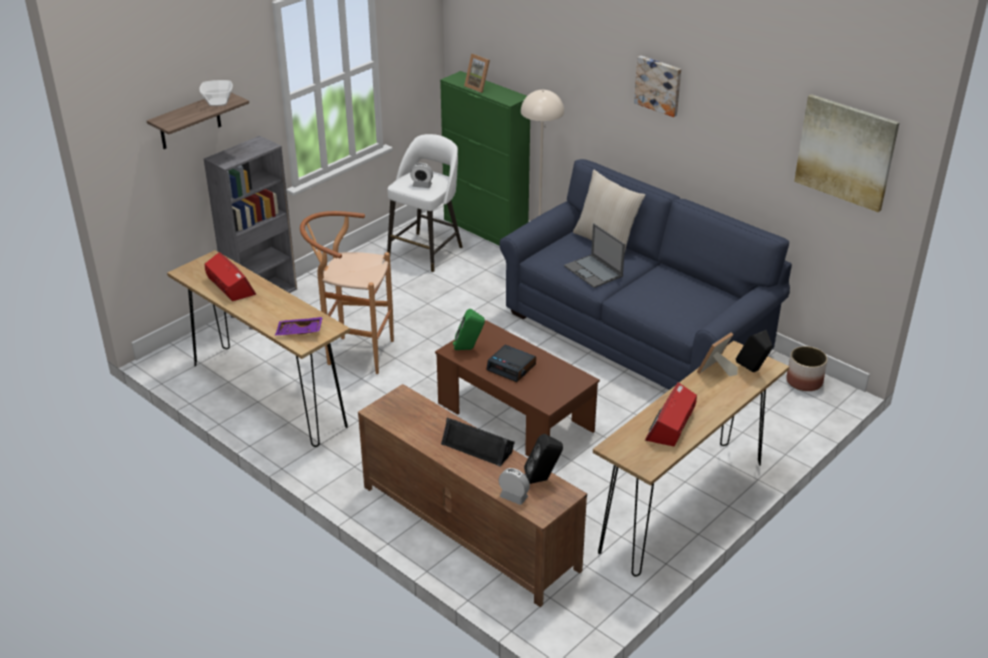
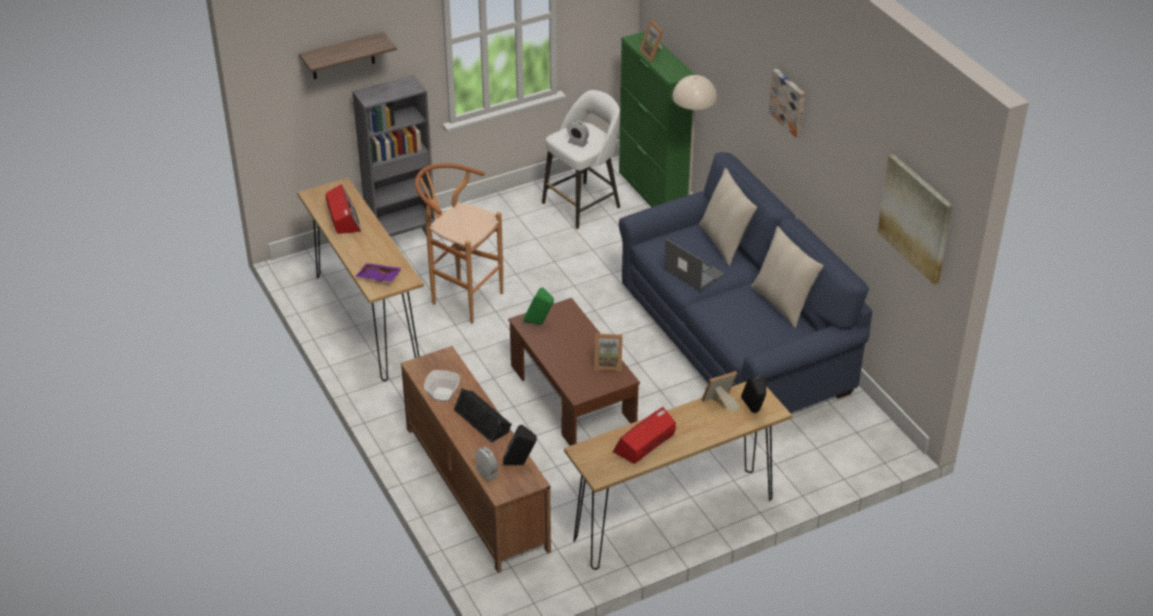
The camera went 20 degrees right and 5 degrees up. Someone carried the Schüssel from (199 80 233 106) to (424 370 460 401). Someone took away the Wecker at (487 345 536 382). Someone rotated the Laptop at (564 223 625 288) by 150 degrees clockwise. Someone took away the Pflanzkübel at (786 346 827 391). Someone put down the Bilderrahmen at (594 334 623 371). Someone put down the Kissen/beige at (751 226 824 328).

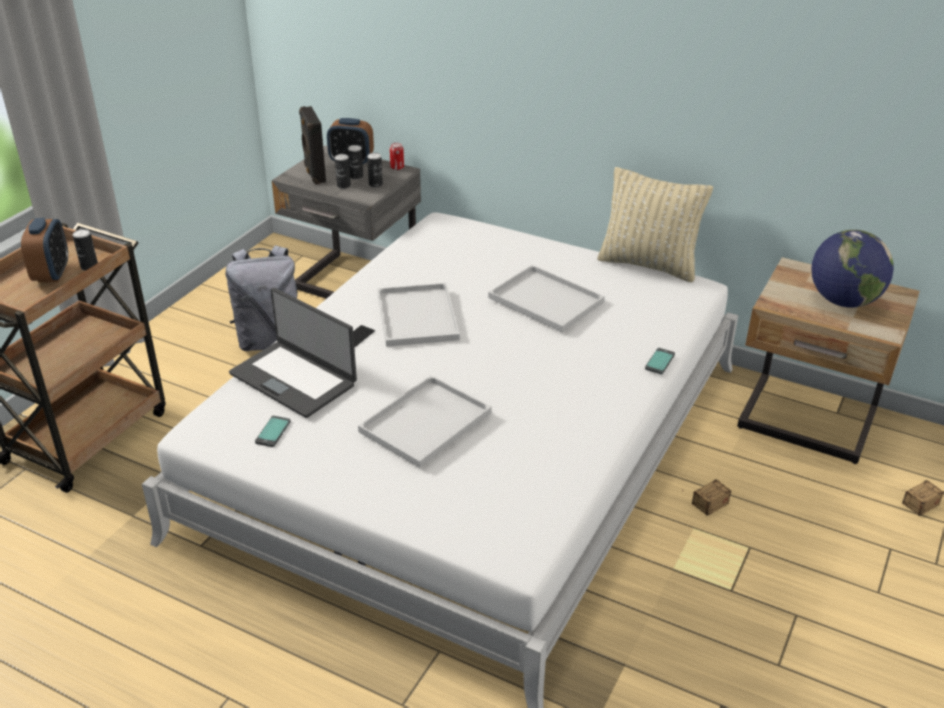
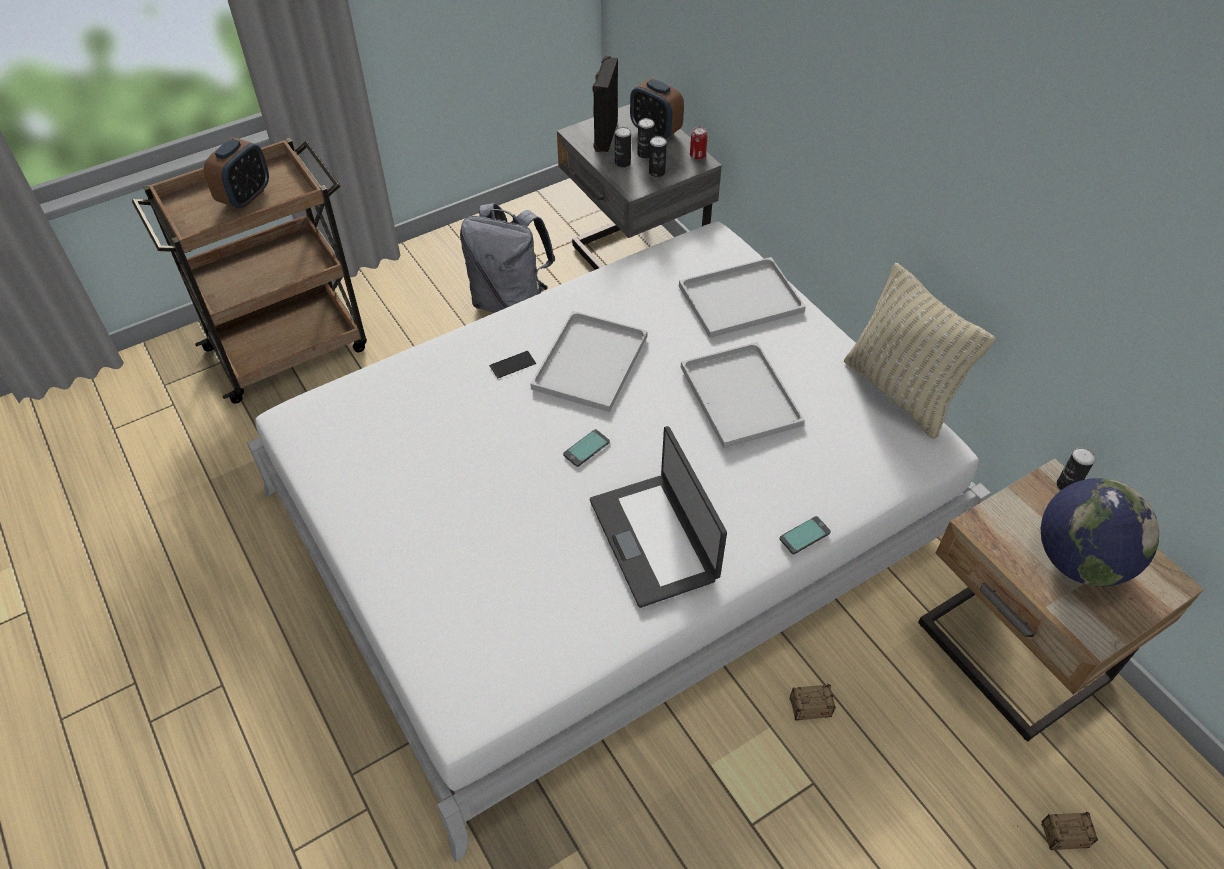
The camera went 30 degrees right and 15 degrees up. Someone carried the Dose from (73 229 98 271) to (1057 448 1095 490). Someone carried the Laptop from (229 288 357 418) to (590 426 727 608). Someone carried the Handy from (255 416 291 447) to (563 429 610 467). Someone carried the Tablett/weiß from (358 375 492 468) to (679 257 806 338).

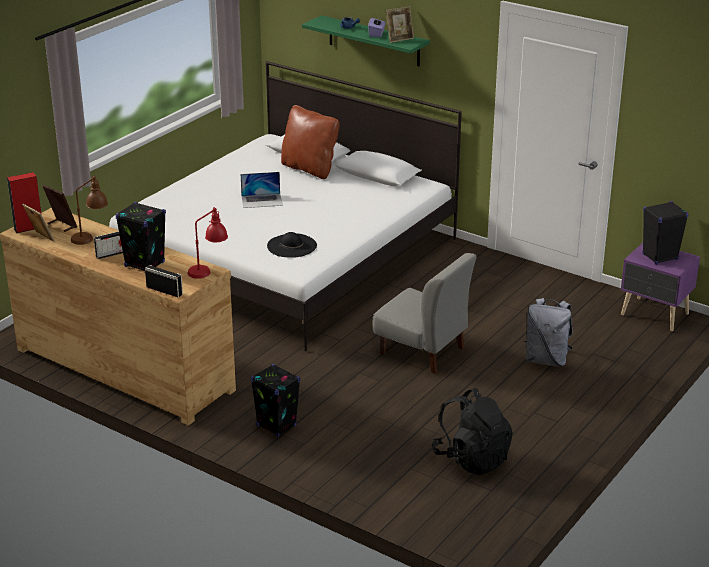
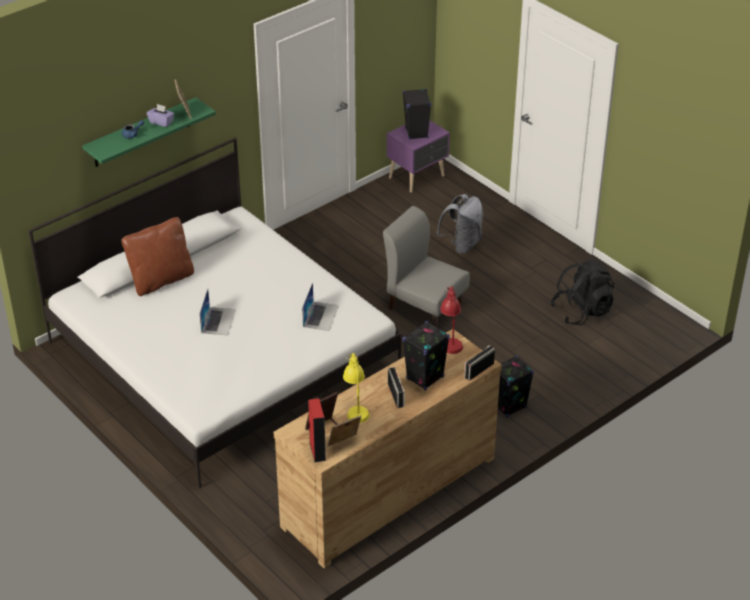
The camera went 75 degrees left and 10 degrees up. Someone repainted the Tischlampe/braun at (71 175 108 245), which became the Tischlampe/gelb at (343 353 369 423). Someone swapped the Hut/schwarz at (267 232 317 258) for the Laptop at (302 283 339 331). Someone rotated the Stuhl/grau at (373 253 477 374) by 105 degrees counterclockwise.

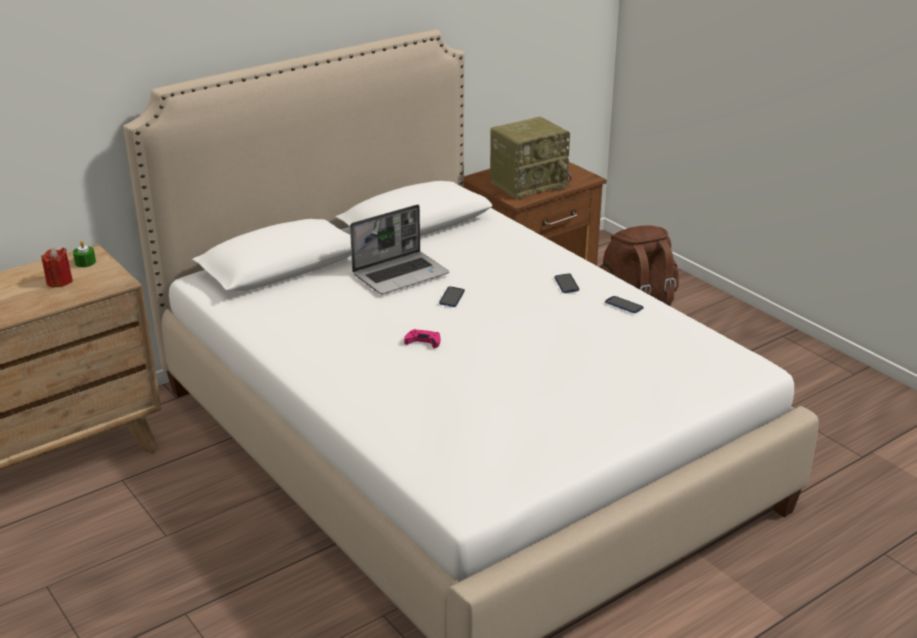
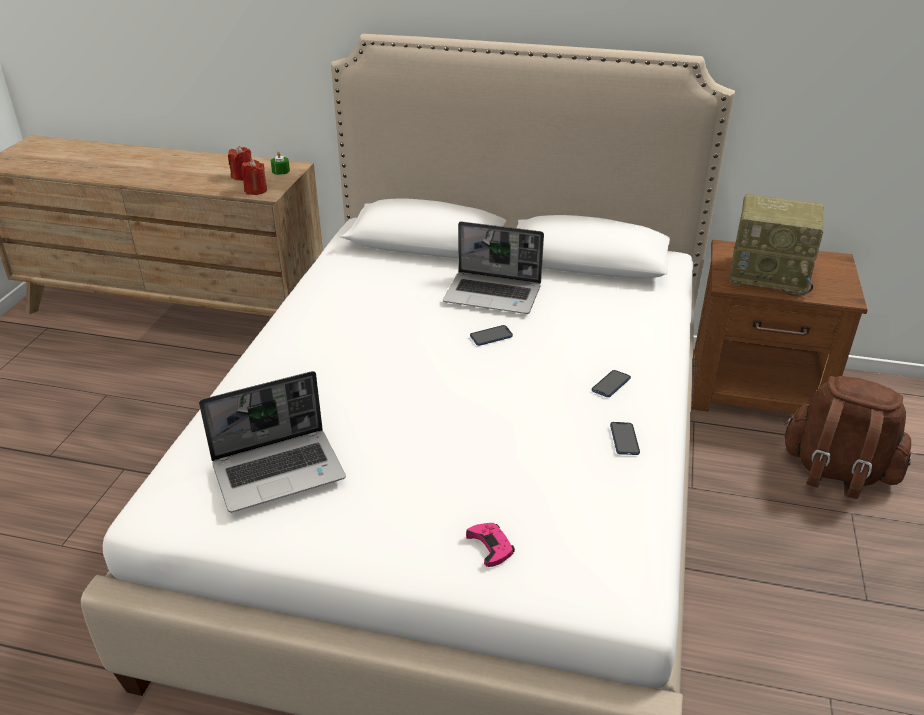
The camera went 50 degrees right and 5 degrees up. Someone carried the Gamepad/rosa from (404 329 440 348) to (466 523 515 567). Someone put down the Laptop at (199 371 346 512). Someone put down the Kerze/rot at (241 159 267 195).

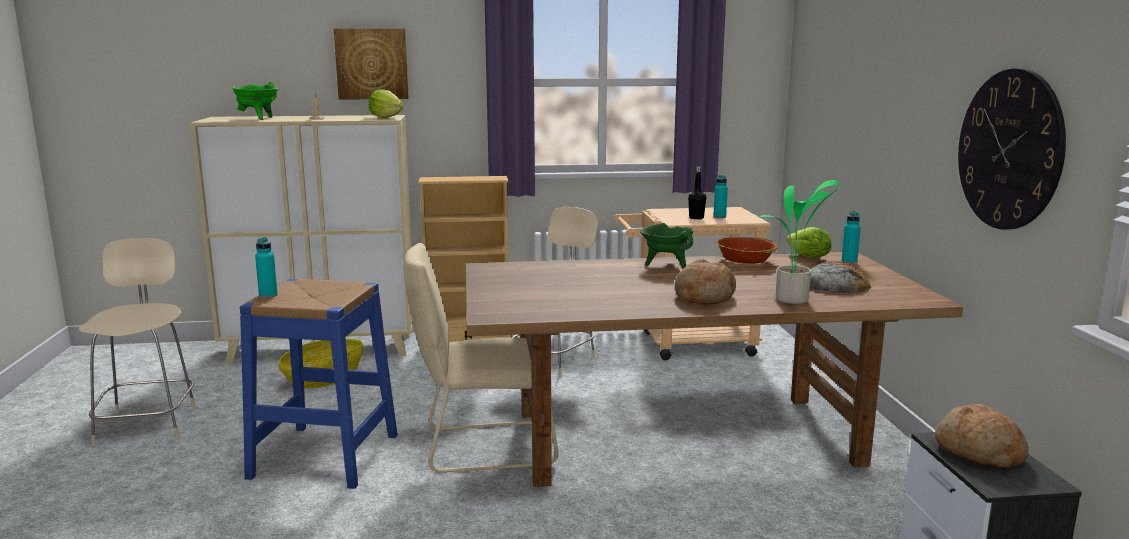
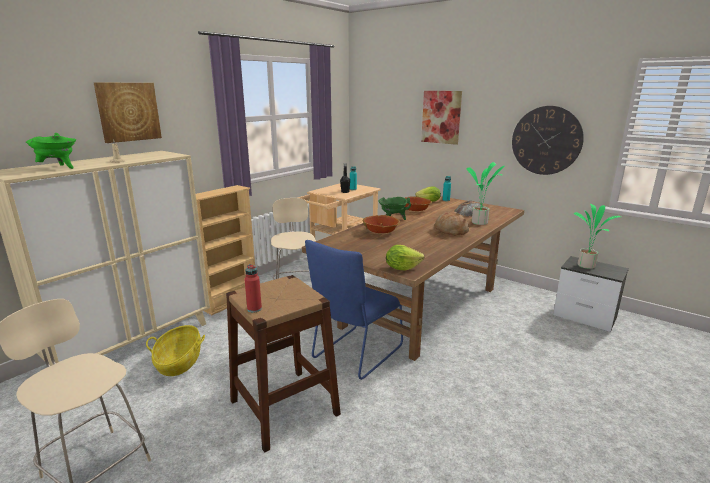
The camera went 45 degrees left and 5 degrees up. Someone repainted the Hocker/blau at (240 279 398 489), which became the Hocker/braun at (226 275 341 453). Someone repainted the Flasche/türkis at (255 237 278 298), which became the Flasche/rot at (244 264 262 313). Someone carried the Salatkopf from (368 89 404 118) to (386 245 424 271). Someone repainted the Stuhl/beige at (404 243 558 473), which became the Stuhl/blau at (305 240 403 380). Someone swapped the Brot at (935 404 1029 468) for the Topfpflanze at (574 203 621 269). Someone put down the Schüssel at (362 215 400 234). Someone put up the Bild at (421 91 462 145).

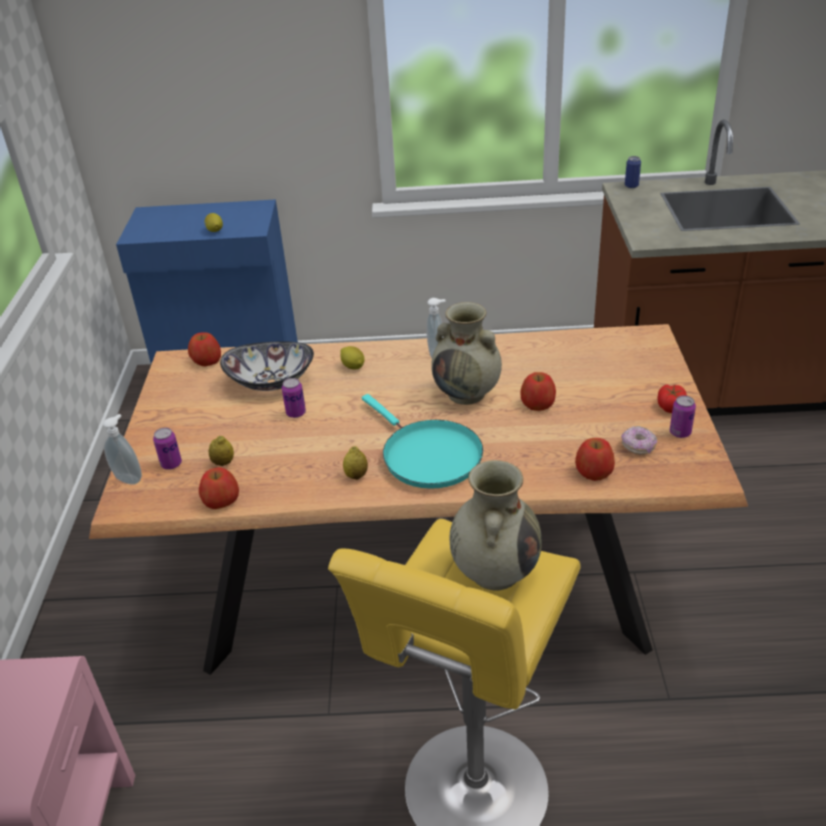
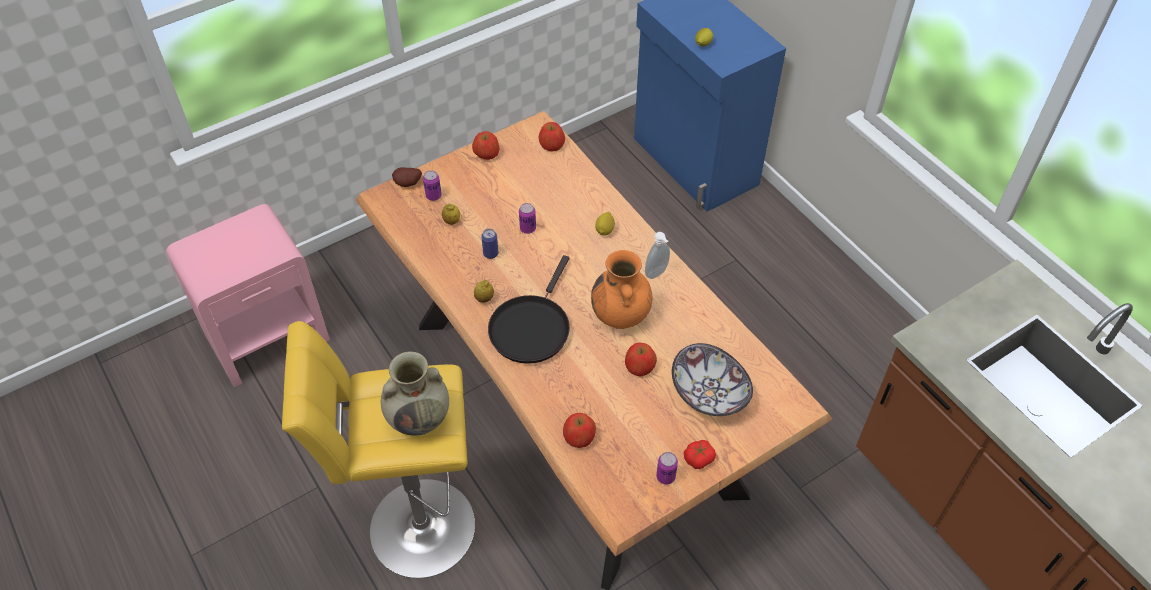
The camera went 55 degrees right and 15 degrees up. Someone swapped the Seifenspender at (103 414 142 485) for the Kartoffel at (392 167 422 187). Someone carried the Apfel from (199 467 239 509) to (472 131 500 160). Someone carried the Schüssel from (220 341 314 391) to (672 343 753 416). Someone repainted the Pfanne/türkis at (362 394 483 489), which became the Pfanne/schwarz at (488 255 570 364). Someone repainted the Vase/beige at (431 302 502 405), which became the Vase/orange at (591 250 652 329). Someone took away the Donut at (621 426 657 455). Someone carried the Dose from (625 156 641 188) to (481 228 498 259).

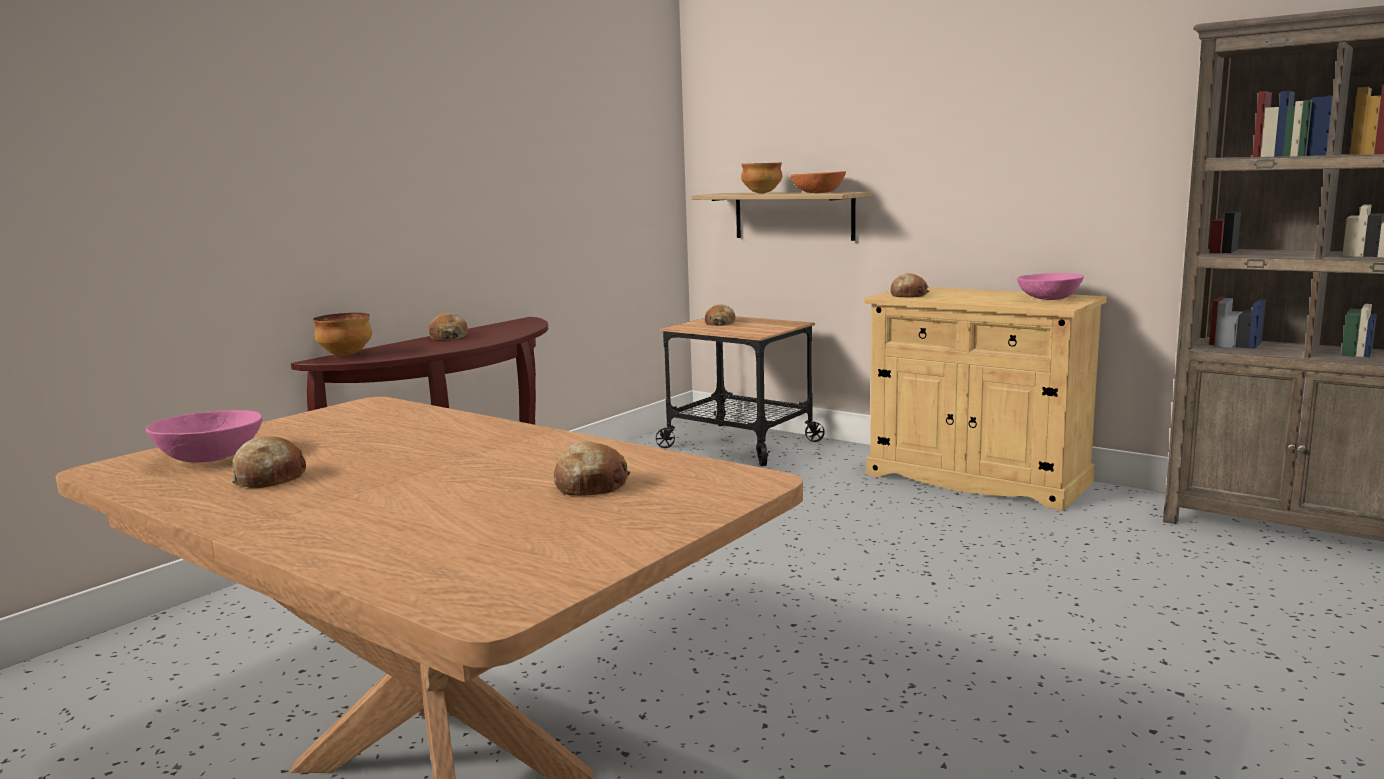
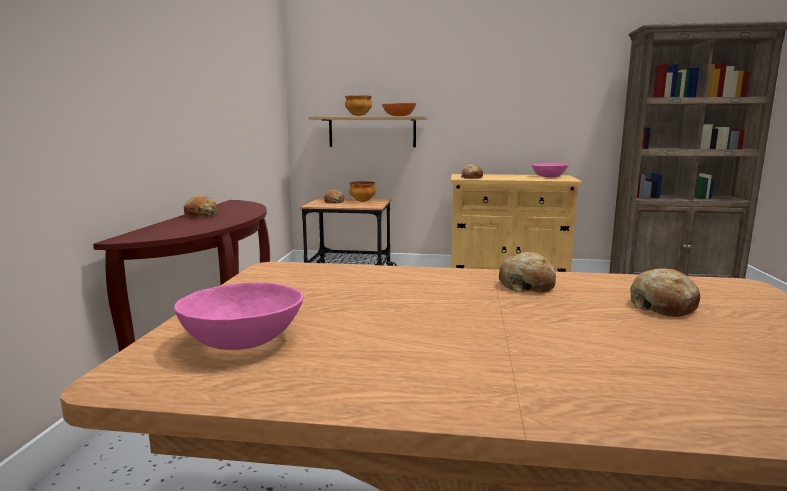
The camera went 30 degrees left and 0 degrees up. Someone carried the Brot from (231 437 306 488) to (499 252 556 293). Someone carried the Schüssel from (313 313 372 356) to (349 181 376 202).

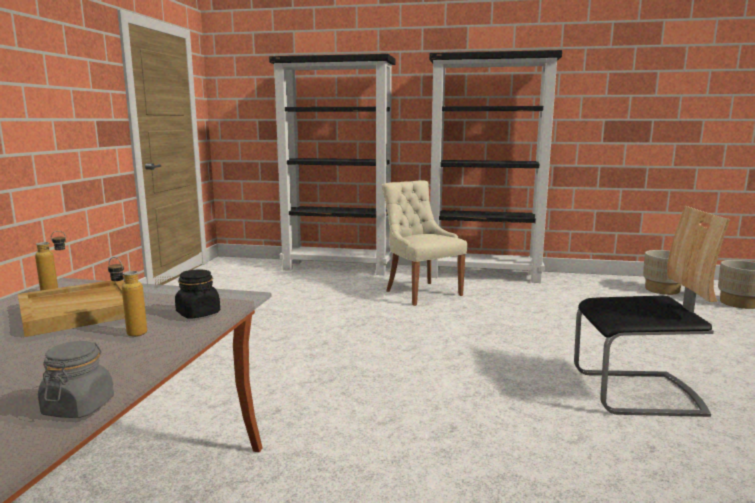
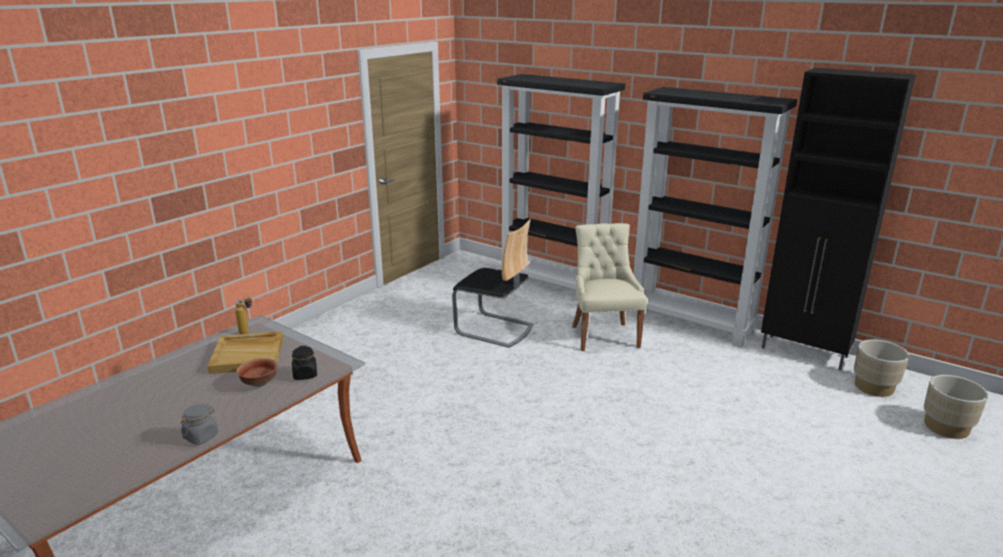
The camera went 25 degrees right and 10 degrees up. Someone swapped the Flasche at (108 257 147 336) for the Schüssel at (236 358 278 387). Someone carried the Stuhl from (574 206 730 417) to (452 219 533 348). Someone put down the Schrank/schwarz at (761 68 916 370).

